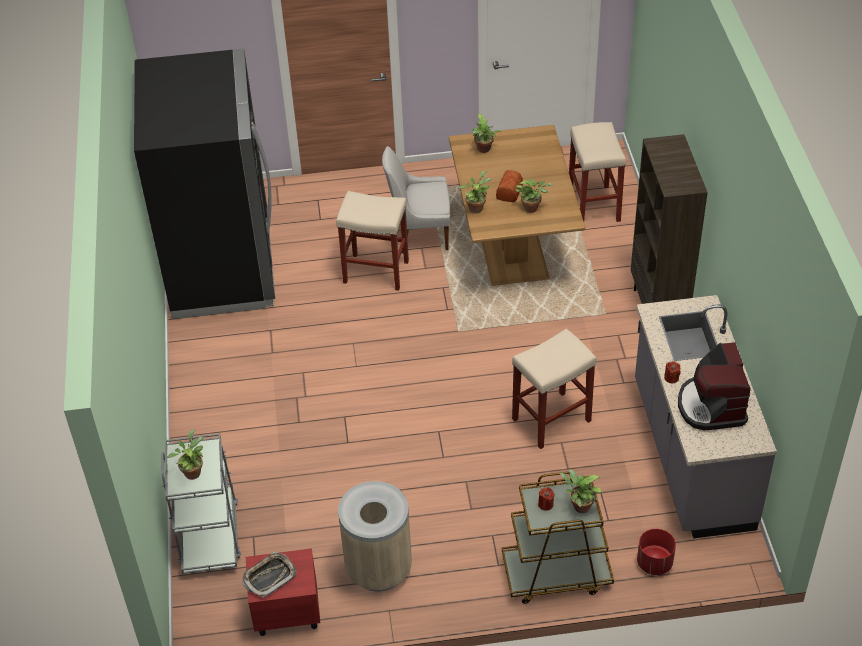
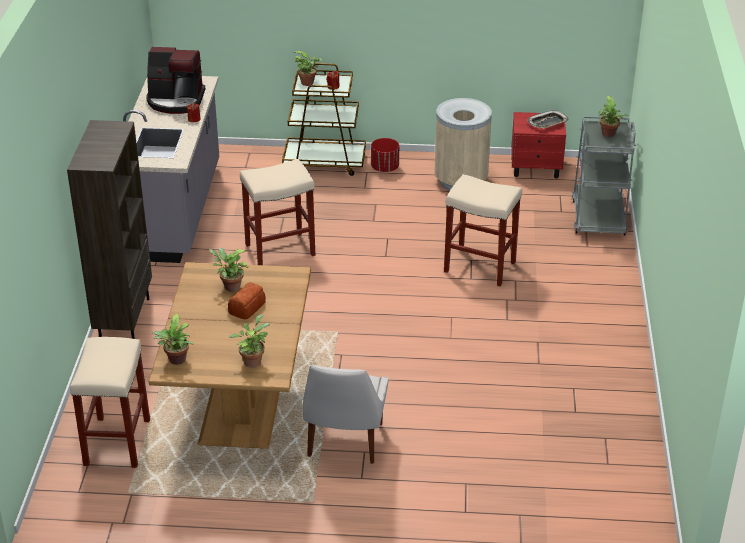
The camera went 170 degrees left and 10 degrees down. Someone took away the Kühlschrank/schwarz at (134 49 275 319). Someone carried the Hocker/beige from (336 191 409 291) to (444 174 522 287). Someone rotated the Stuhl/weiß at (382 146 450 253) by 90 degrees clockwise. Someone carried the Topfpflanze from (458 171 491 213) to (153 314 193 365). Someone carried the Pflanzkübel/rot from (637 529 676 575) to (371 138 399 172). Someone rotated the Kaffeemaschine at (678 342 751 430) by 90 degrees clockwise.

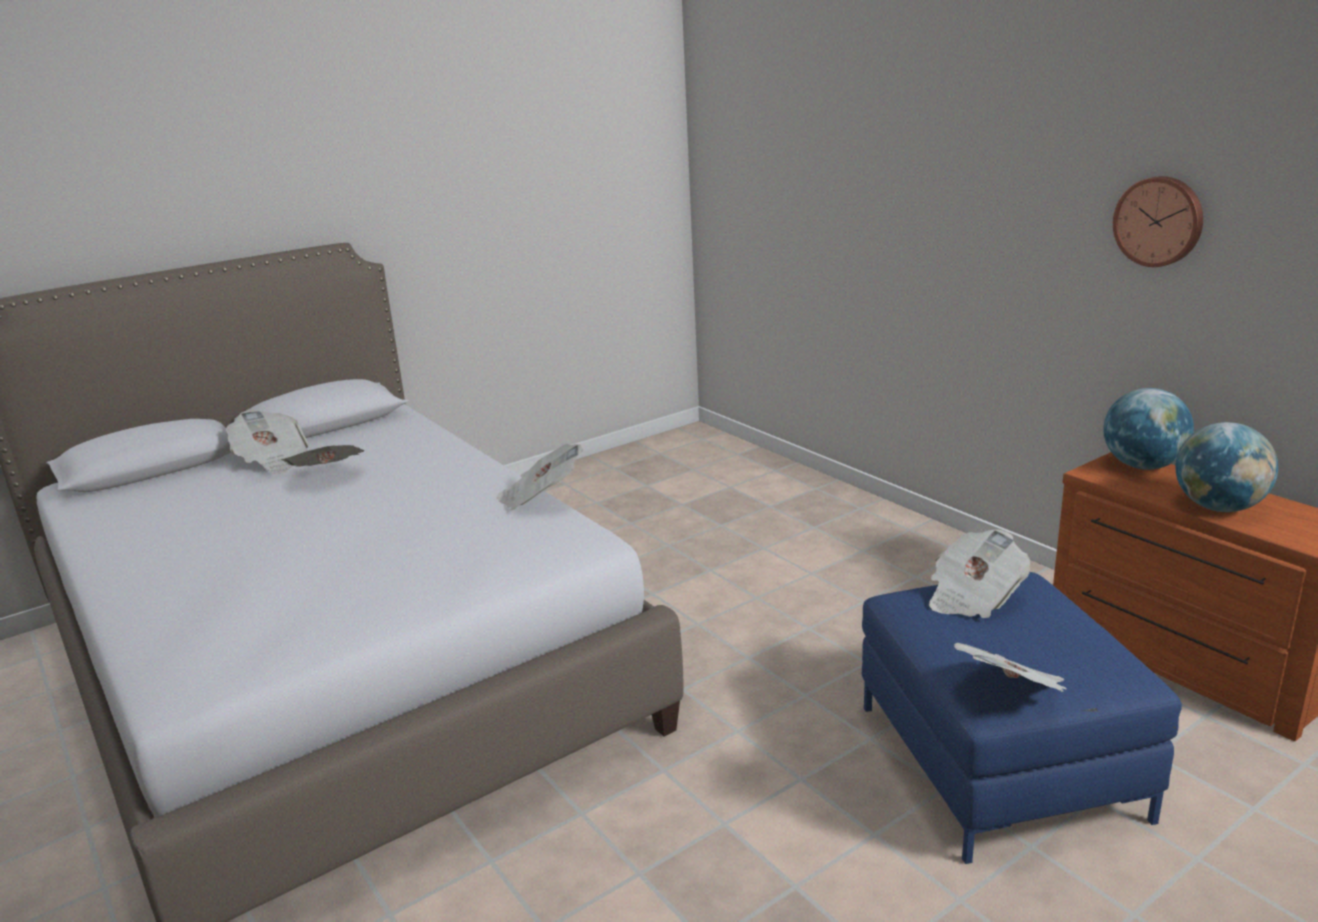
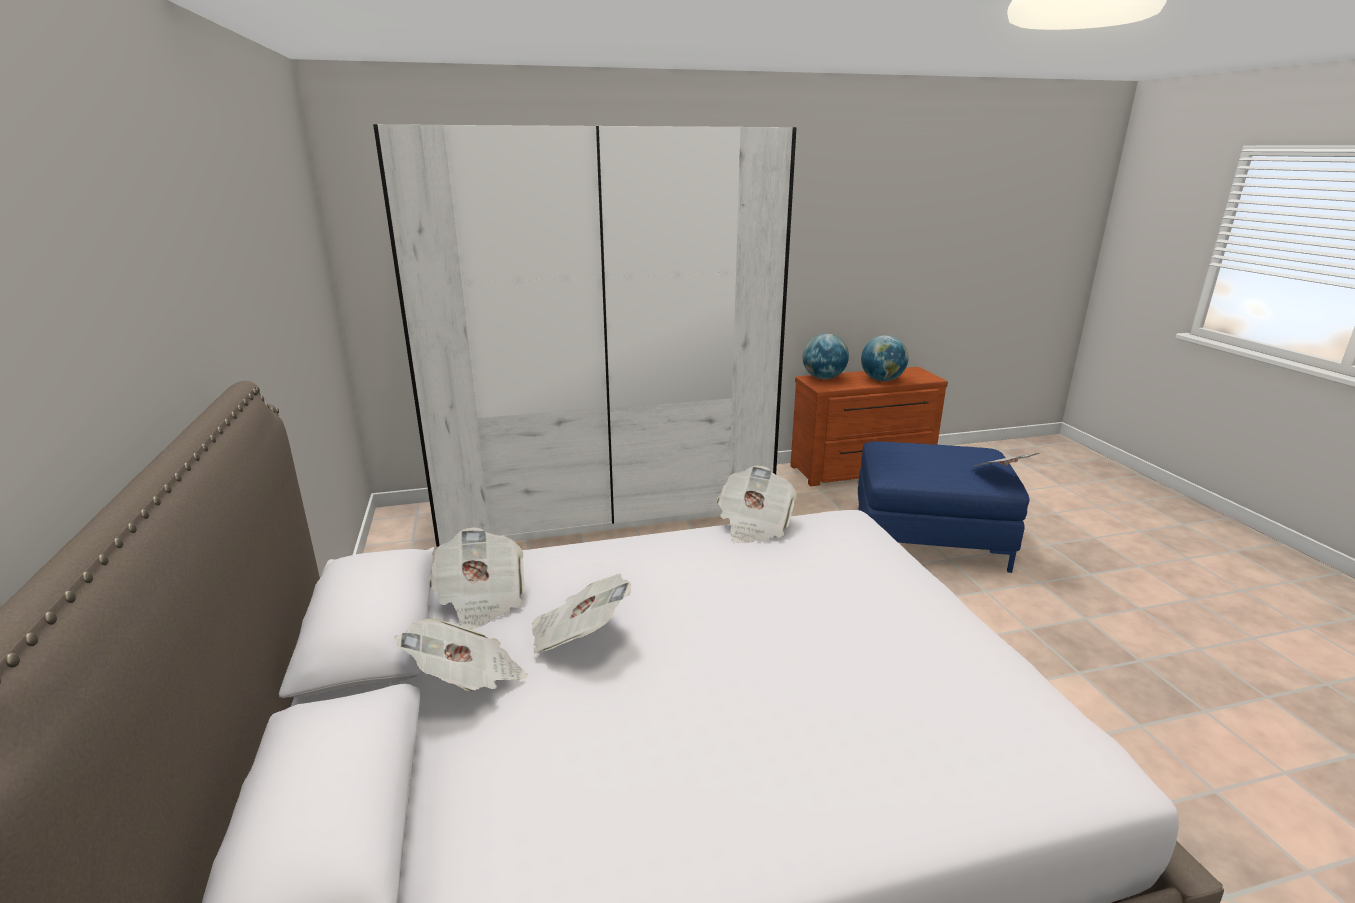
The camera went 70 degrees left and 0 degrees up. Someone carried the Zeitung from (929 529 1030 618) to (429 527 525 630). Someone took away the Wanduhr at (1113 176 1203 267). Someone put down the Kleiderschrank/weiß at (373 124 797 548).

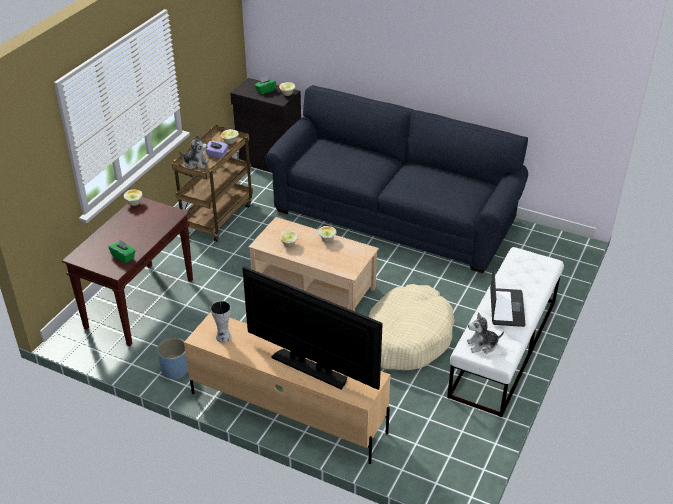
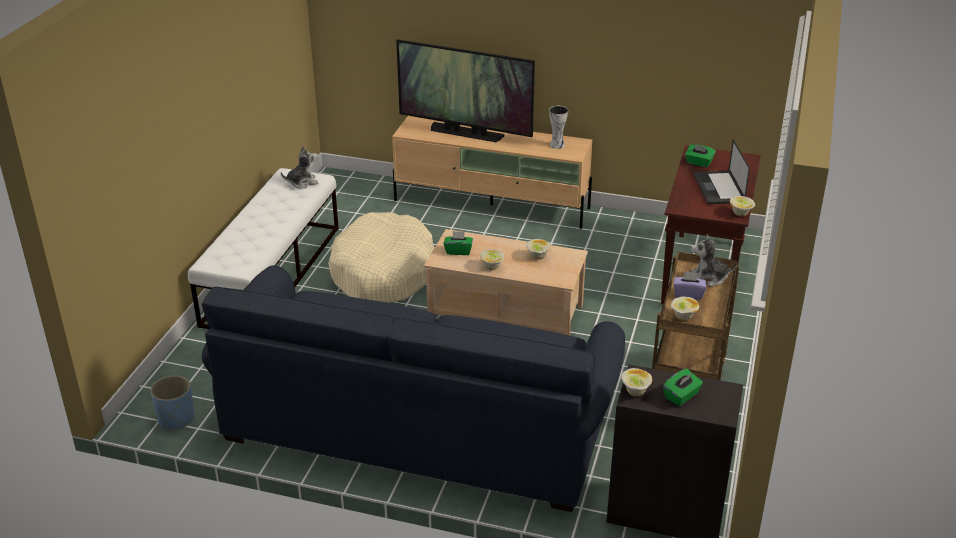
The camera went 170 degrees right and 5 degrees down. Someone carried the Pflanzkübel/blau from (157 338 188 380) to (150 375 195 429). Someone carried the Laptop from (490 265 525 327) to (694 139 750 204). Someone put down the Taschentuchbox/grün at (444 231 473 255).

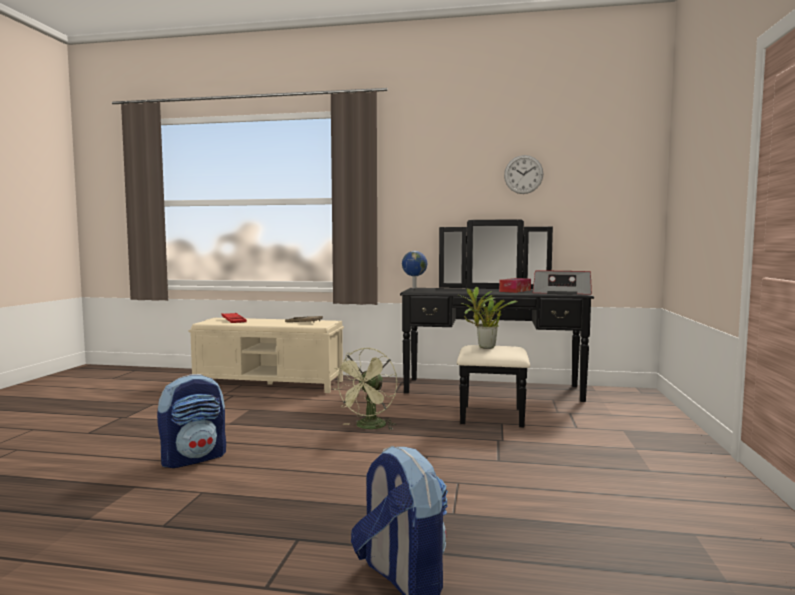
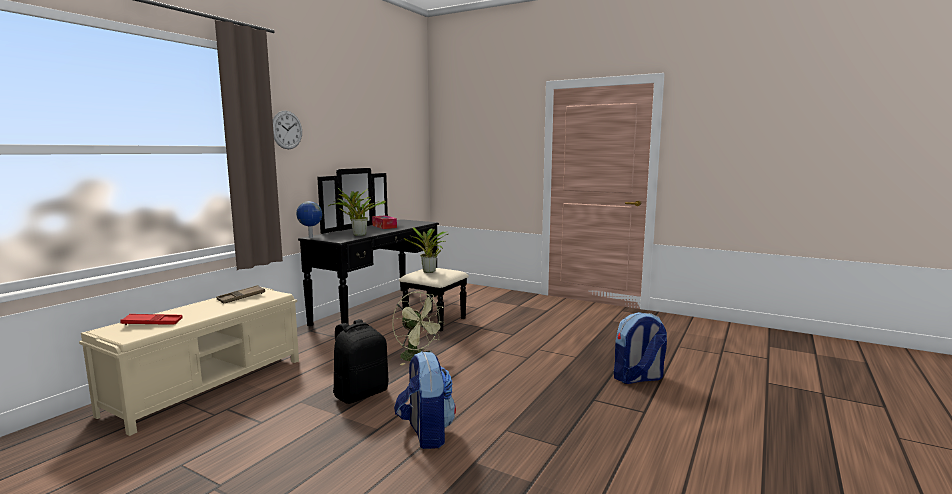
The camera went 70 degrees left and 5 degrees up. Someone carried the Wanduhr from (504 155 543 194) to (273 111 302 149). Someone took away the Radio at (533 271 592 295). Someone put down the Topfpflanze at (328 188 386 236). Someone put down the Rucksack/schwarz at (333 319 388 404).

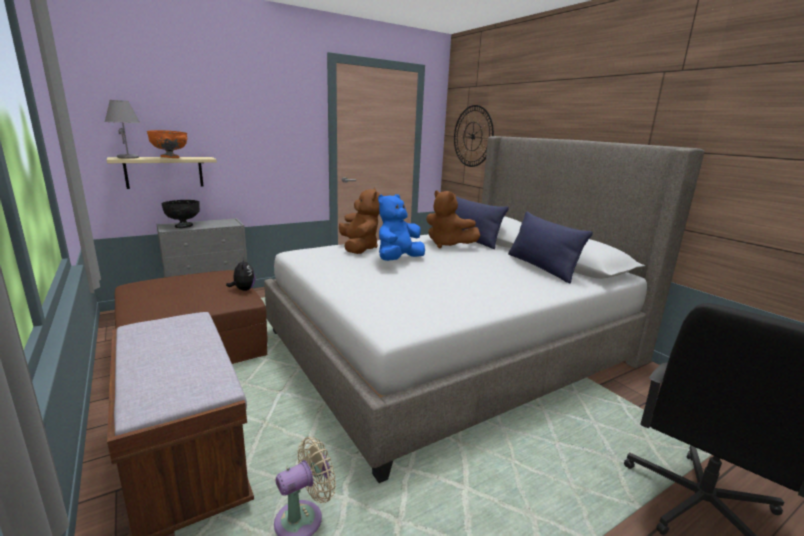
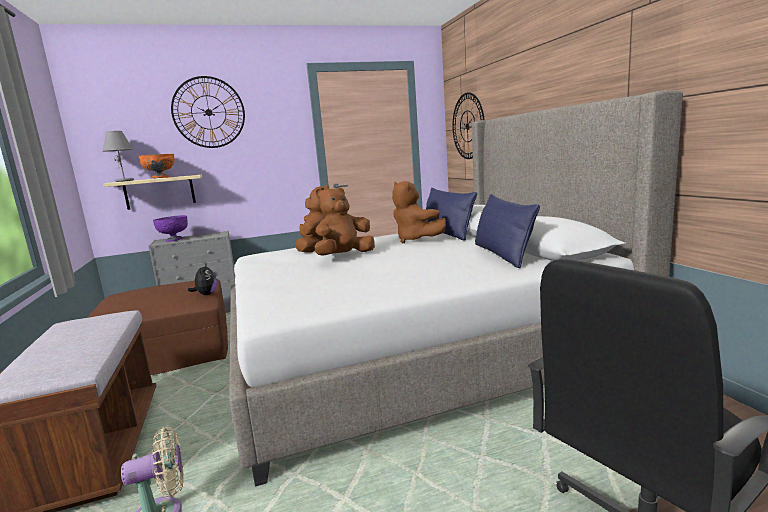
The camera went 15 degrees right and 5 degrees down. Someone repainted the Schüssel/schwarz at (161 200 200 228), which became the Schüssel/lila at (153 215 188 242). Someone repainted the Plüschtier/blau at (378 194 425 261), which became the Plüschtier/braun at (315 187 375 256). Someone put up the Wanduhr at (171 76 245 148).

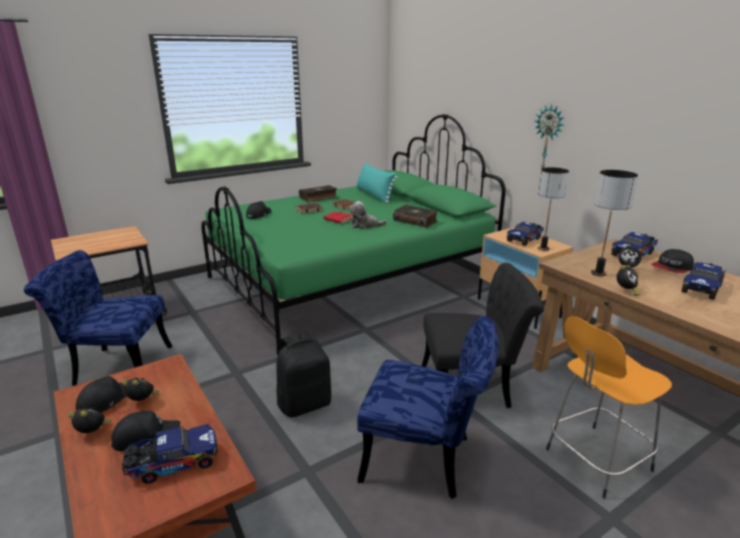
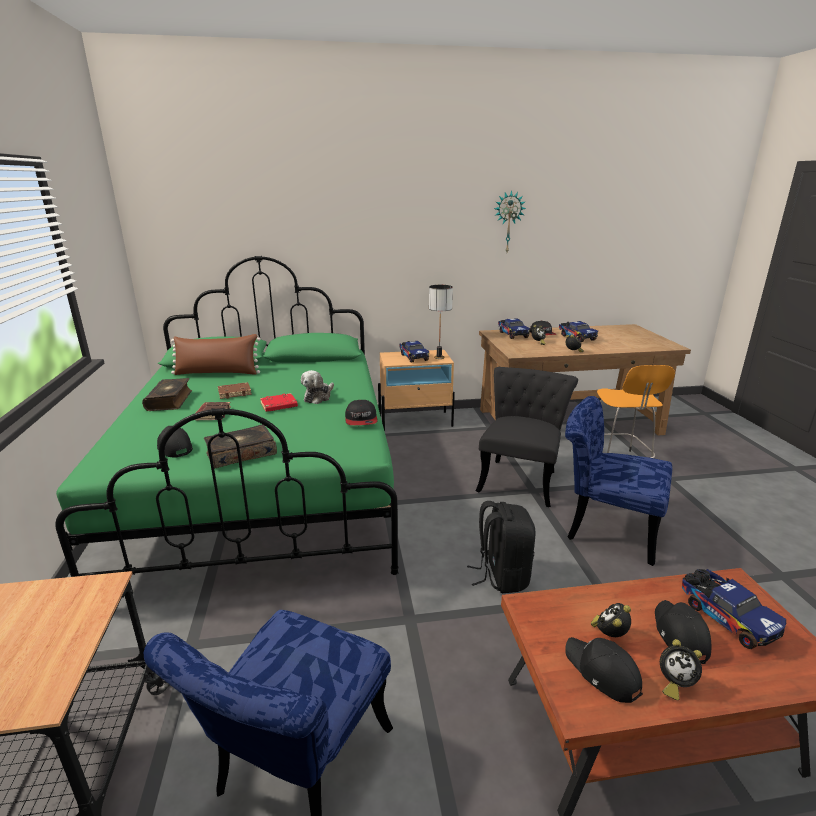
The camera went 65 degrees left and 0 degrees up. Someone rotated the Wecker at (68 408 111 433) by 105 degrees counterclockwise. Someone rotated the Spielzeuglaster at (122 424 217 484) by 150 degrees clockwise. Someone repainted the Kissen/türkis at (357 162 397 203), which became the Kissen/braun at (171 334 260 375). Someone rotated the Stuhl/blau at (357 316 499 499) by 105 degrees counterclockwise. Someone carried the Buch from (393 205 437 228) to (204 424 277 468). Someone carried the Wanduhr from (535 104 564 168) to (494 190 526 252). Someone took away the Tischlampe at (591 170 638 277). Someone put down the Kappe at (345 400 378 425).

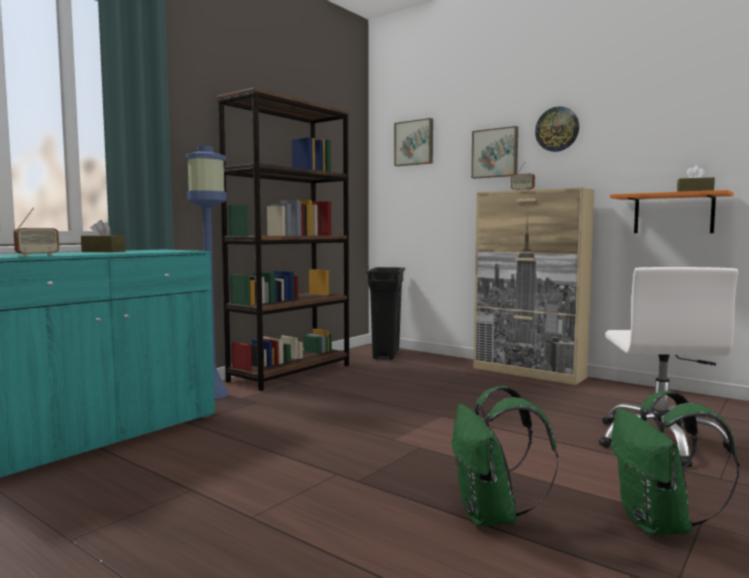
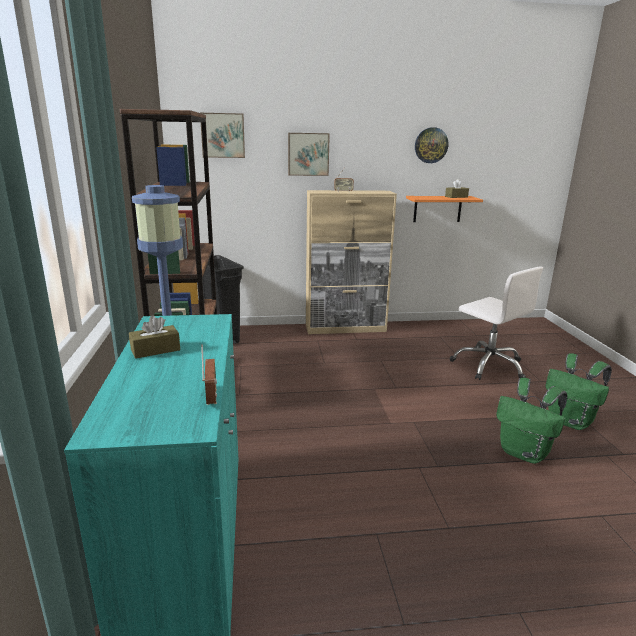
The camera went 45 degrees left and 15 degrees up. Someone carried the Wanduhr from (535 106 579 152) to (415 127 448 163).

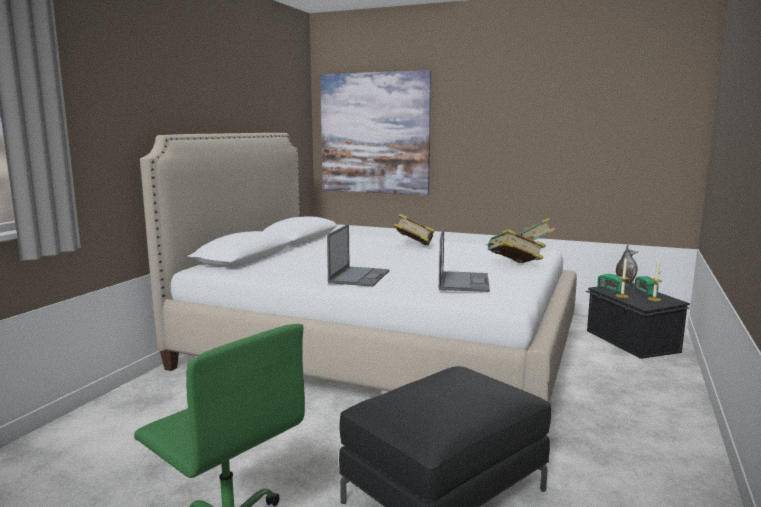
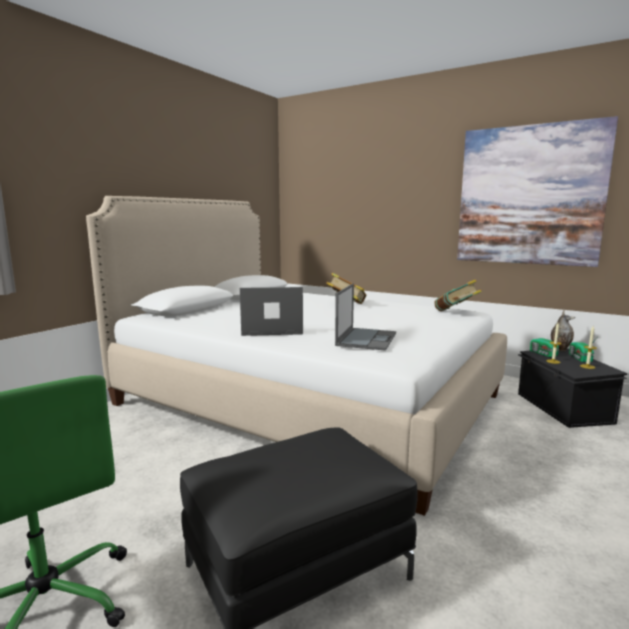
The camera went 10 degrees right and 0 degrees up. Someone carried the Bild from (320 70 431 195) to (457 116 618 267). Someone rotated the Laptop at (327 224 390 287) by 120 degrees counterclockwise. Someone took away the Buch at (486 229 546 263).

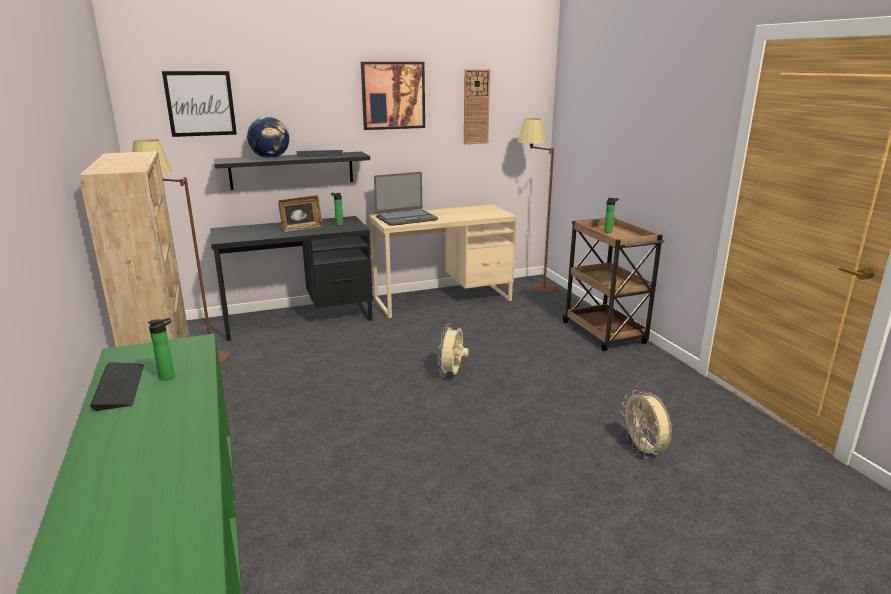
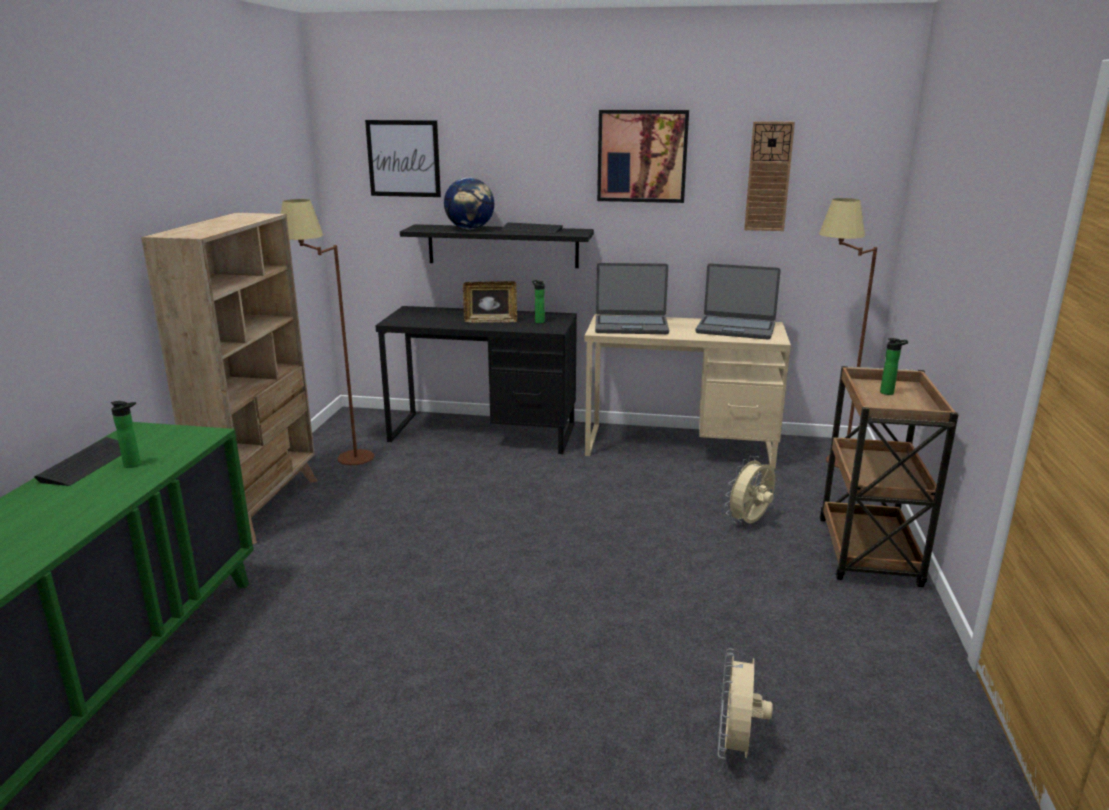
The camera went 30 degrees right and 0 degrees up. Someone carried the Ventilator/beige from (438 324 469 377) to (724 456 775 524). Someone put down the Laptop at (695 263 781 340).

